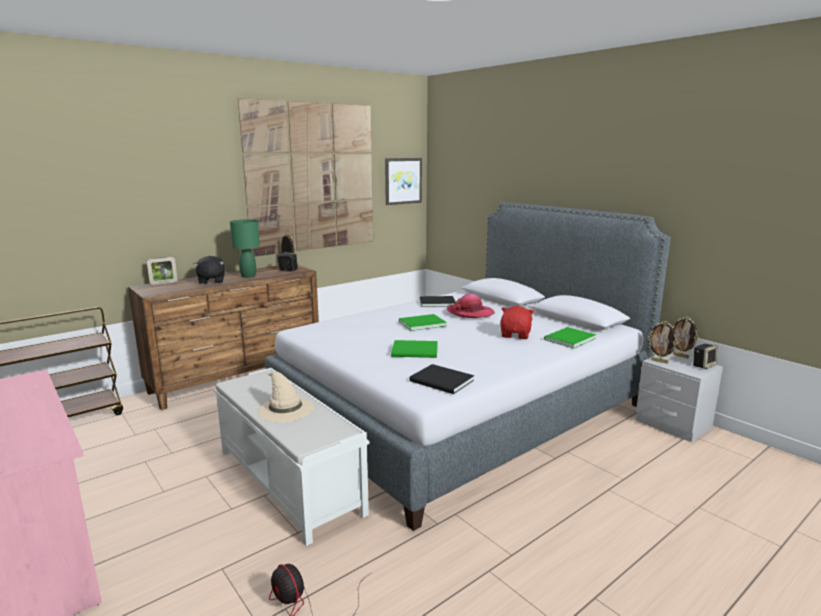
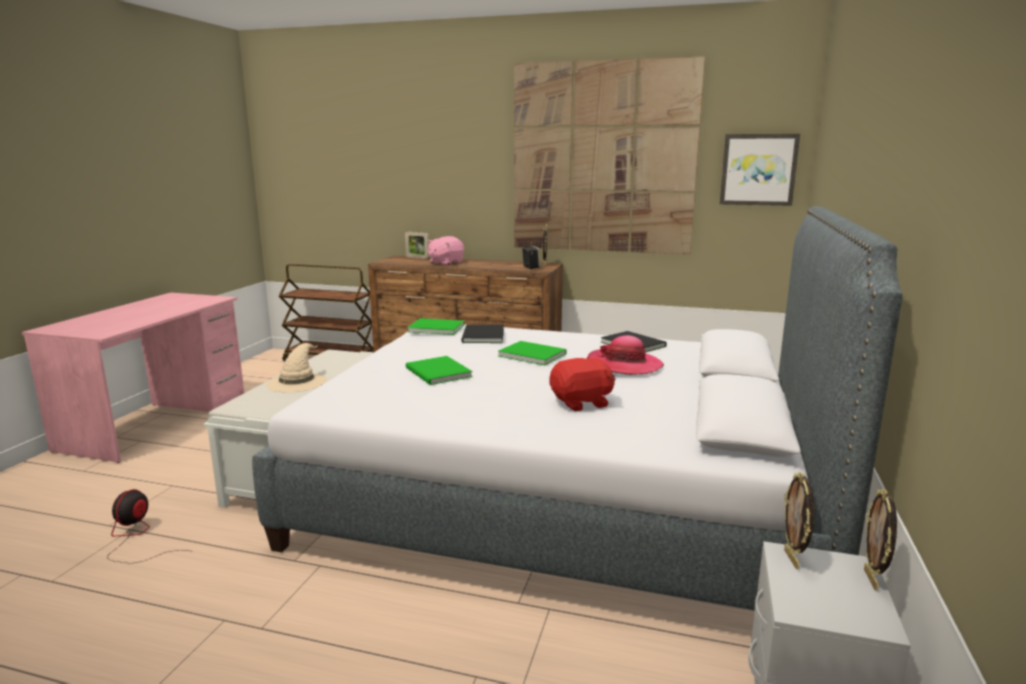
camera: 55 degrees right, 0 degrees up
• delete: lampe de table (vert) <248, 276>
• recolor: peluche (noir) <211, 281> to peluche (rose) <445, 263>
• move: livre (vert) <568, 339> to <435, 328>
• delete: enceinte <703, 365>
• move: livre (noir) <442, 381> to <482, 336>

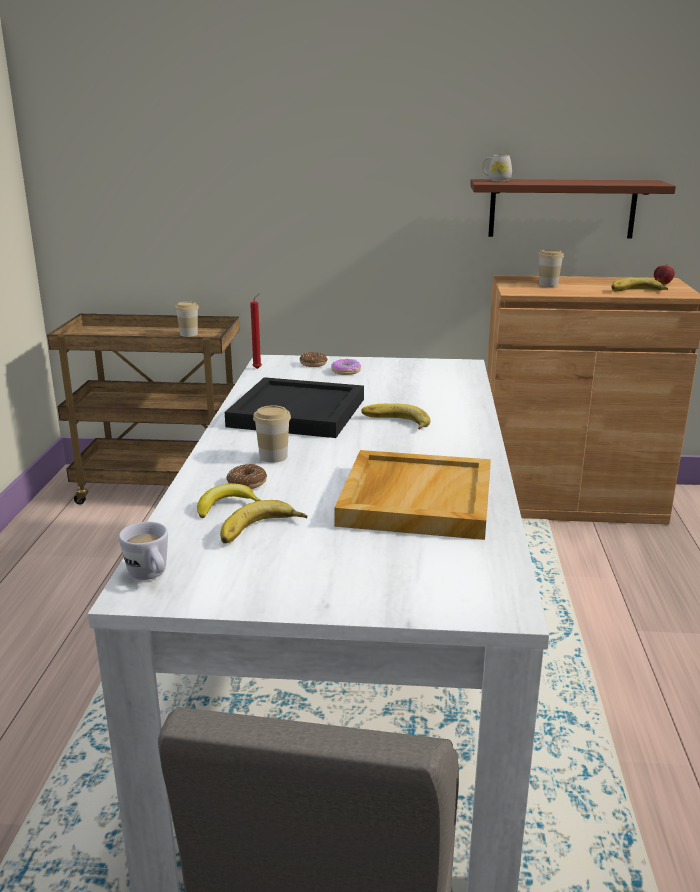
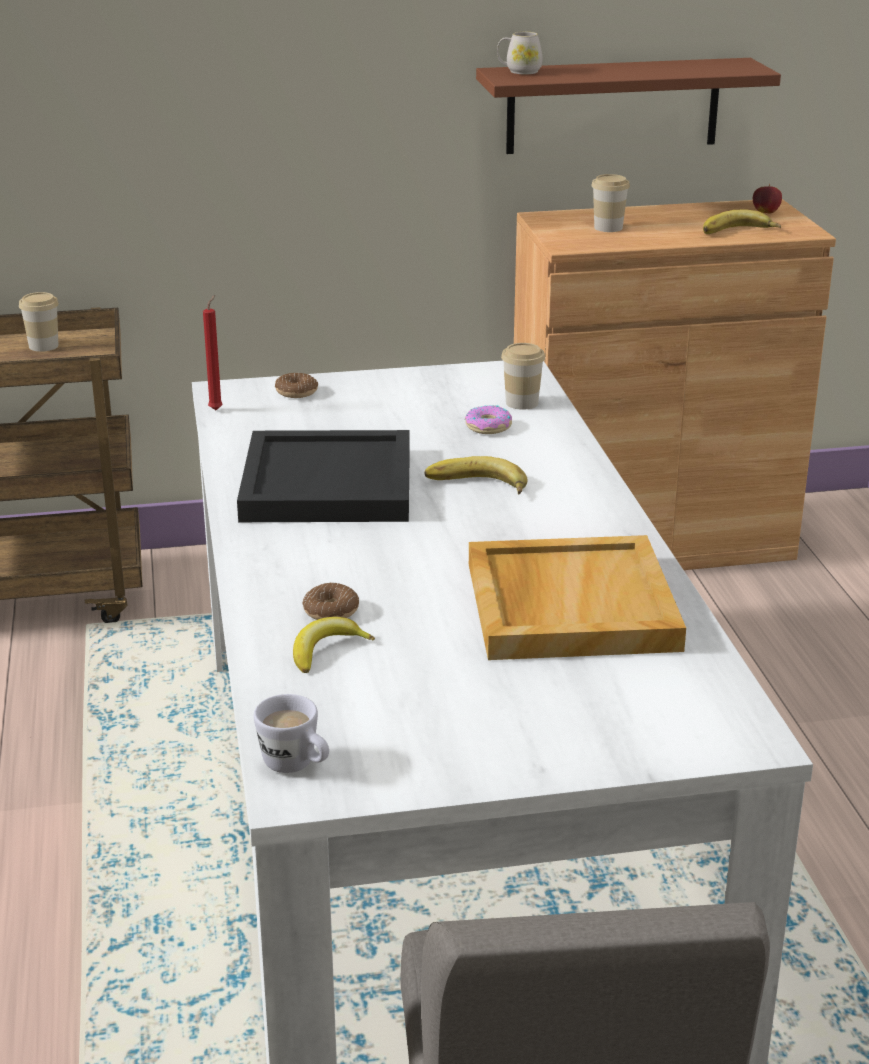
camera: 15 degrees left, 5 degrees up
• move: beignet <346, 371> to <488, 427>
• move: tasse <273, 457> to <522, 403>
• delete: banane <262, 531>

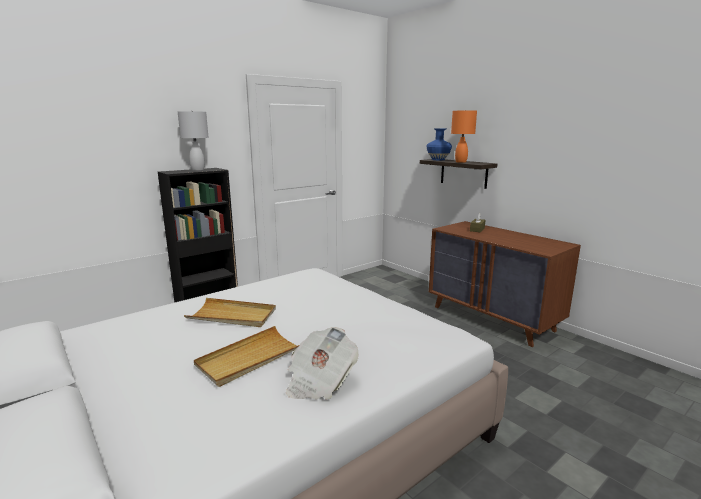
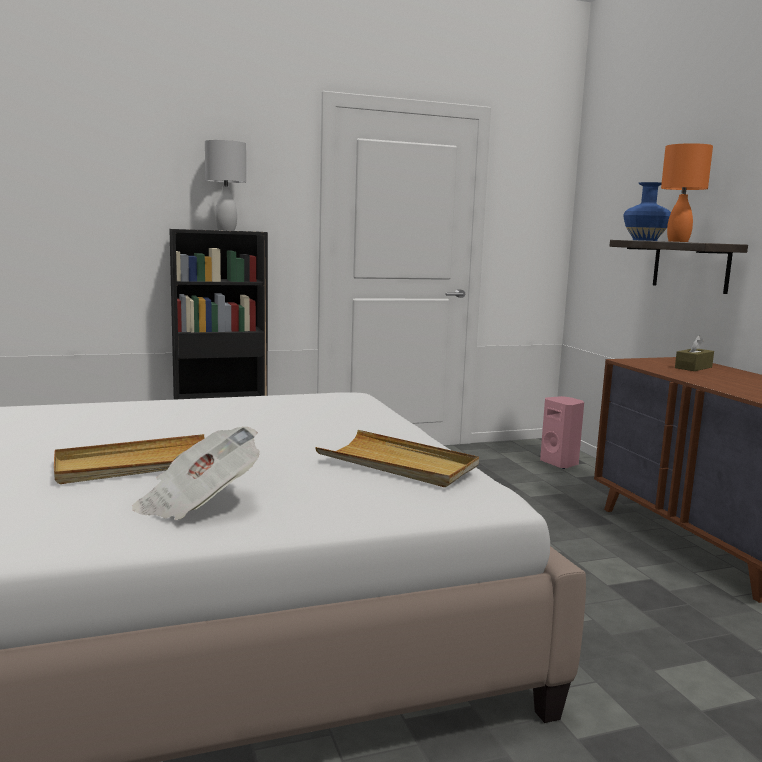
camera: 20 degrees right, 5 degrees down
• move: plateau (beige) <232, 316> to <398, 464>
• insert: enceinte (rose) <560, 463>

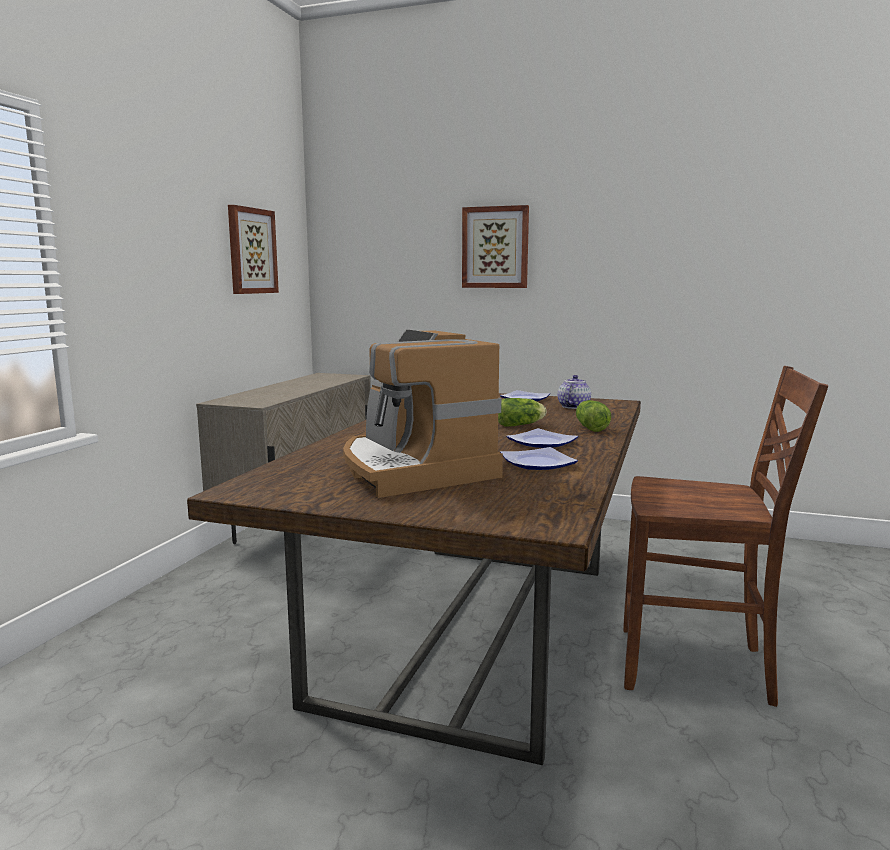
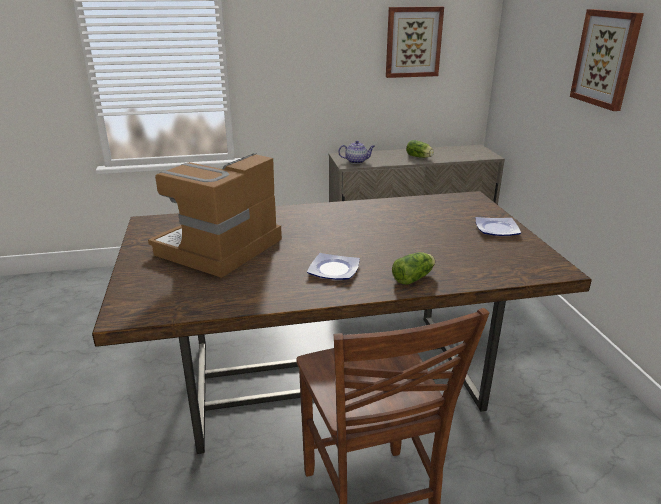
camera: 60 degrees right, 15 degrees up
• move: théière <573, 406> to <356, 161>
• move: laitue <521, 425> to <420, 157>
• delete: assiette <539, 463>

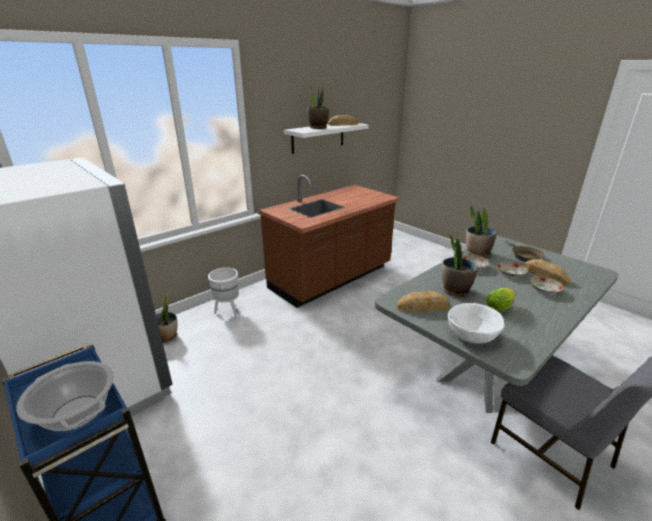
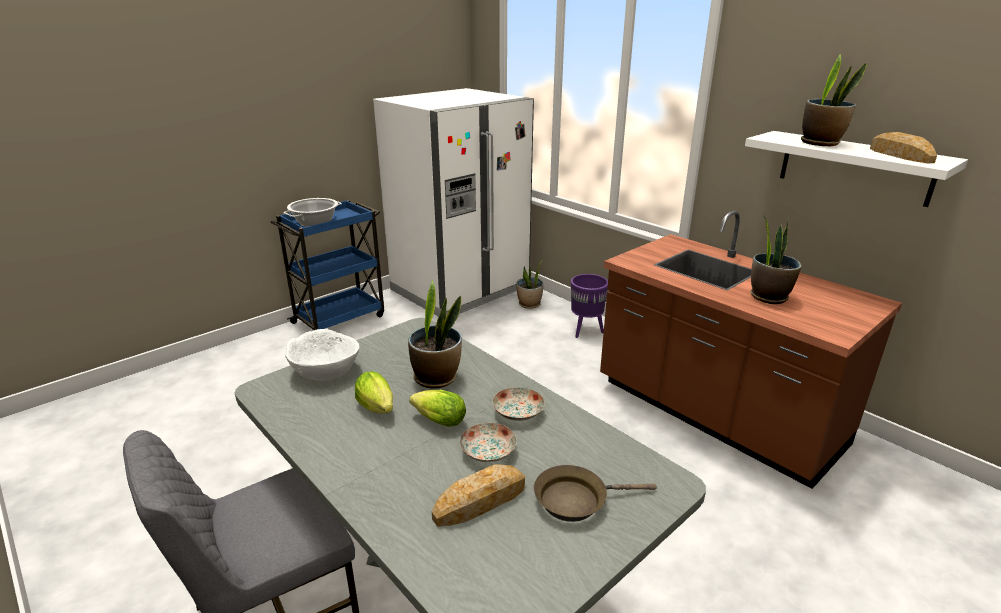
camera: 90 degrees right, 0 degrees up
• move: plante en pot <477, 253> to <768, 297>
• recolor: cache-pot (blanc) <227, 311> to cache-pot (violet) <586, 331>
• delete: assiette <544, 290>
• delete: pain <423, 306>
• insert: laitue <437, 420>

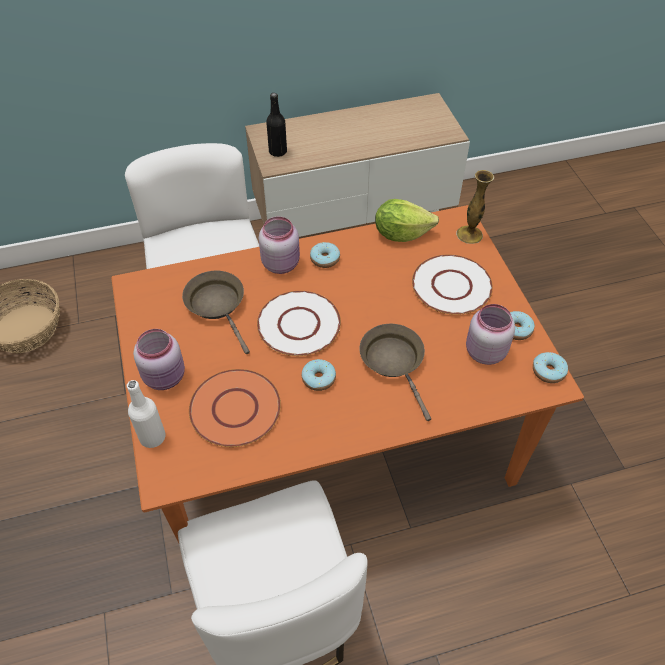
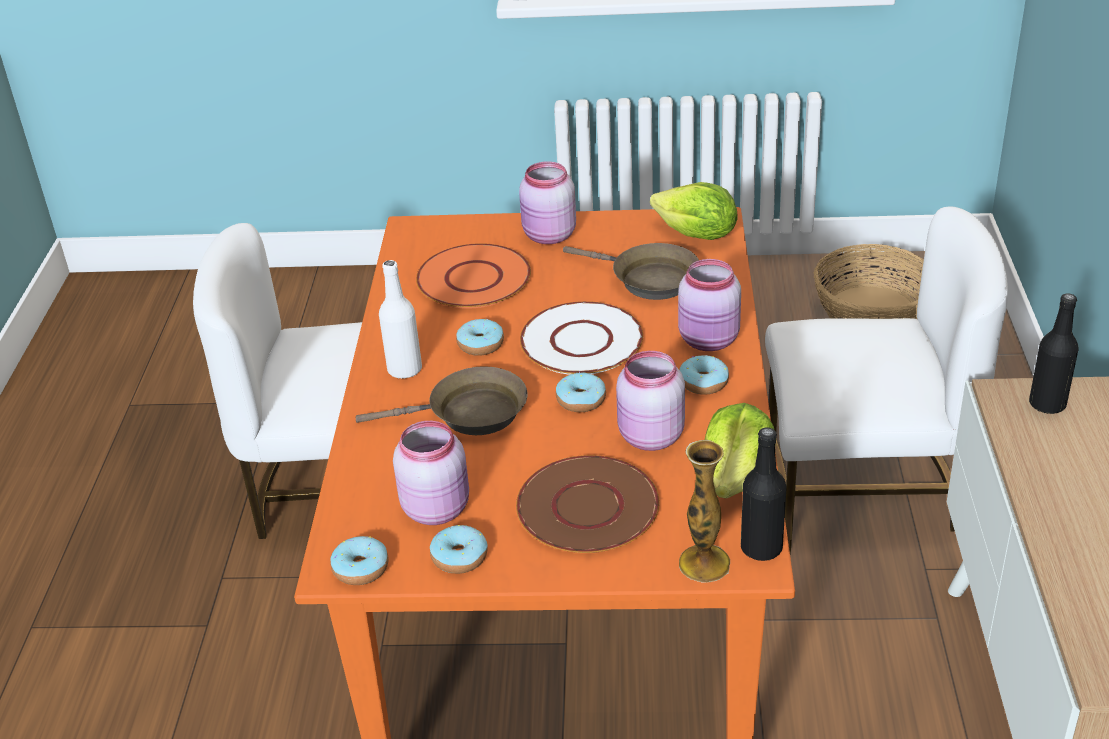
camera: 110 degrees right, 15 degrees down
• recolor: assiette (blanc) <452, 286> to assiette (marron) <588, 508>
• rotate: poêle (marron) <218, 305> = <648, 280> 45 degrees clockwise
• move: bouteille (blanc) <152, 437> to <404, 369>
• insert: laitue <697, 235>
• insert: bocal (rose) <649, 437>
• insert: beignet <581, 400>
• insert: bouteille (noir) <761, 548>

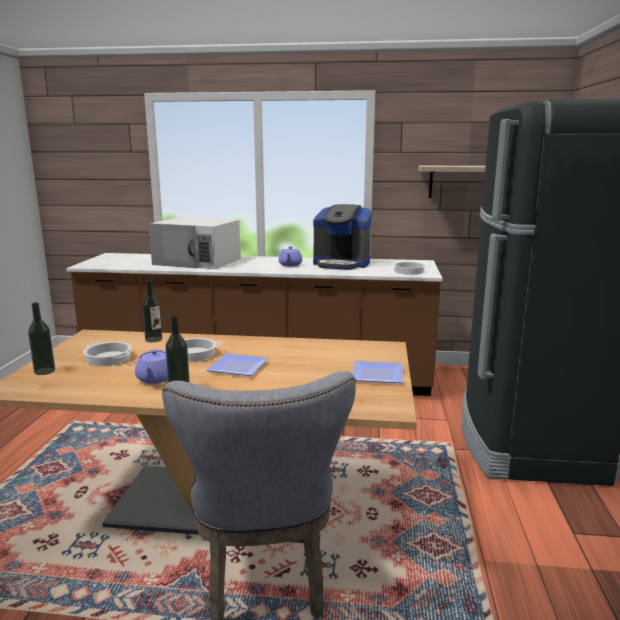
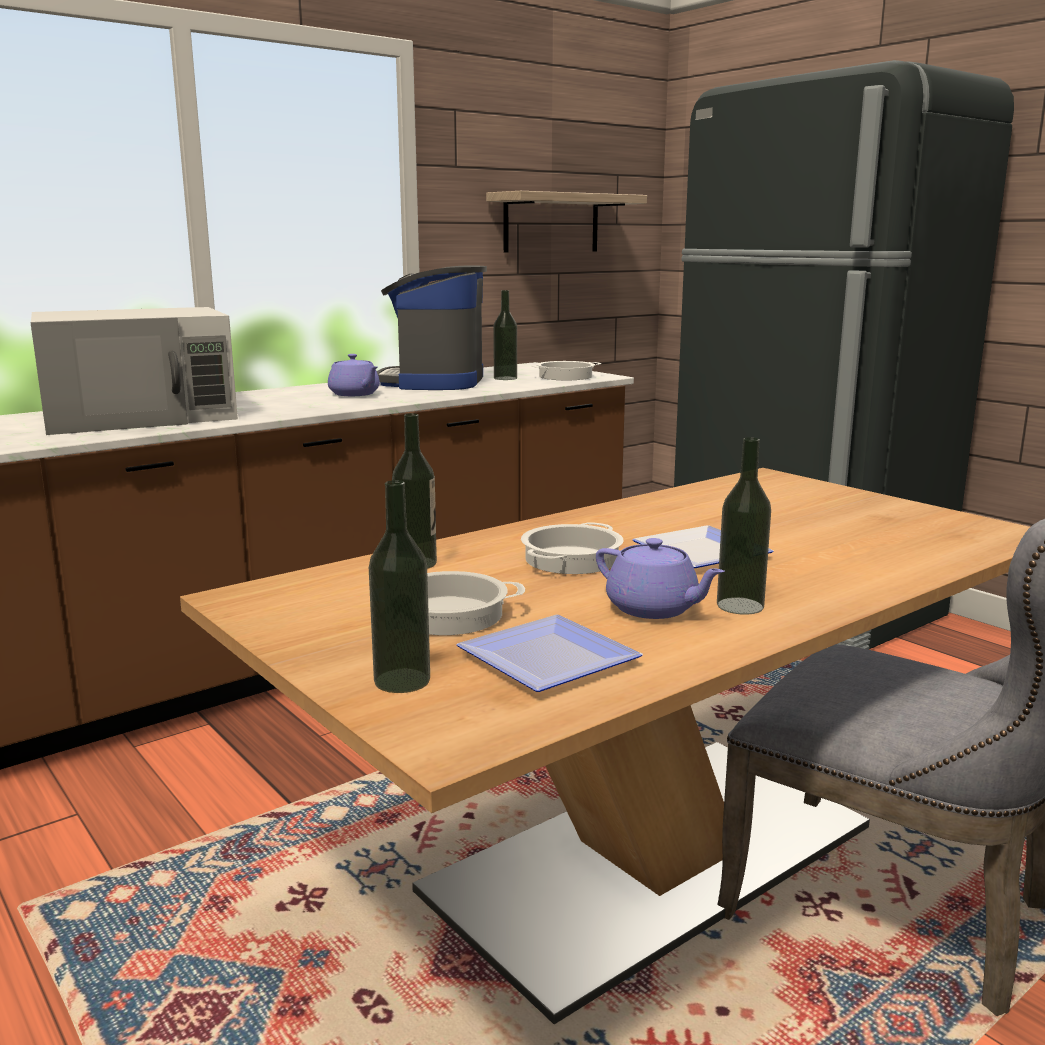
camera: 45 degrees left, 0 degrees up
• rotate: machine à café <341, 264> = <433, 382> 120 degrees clockwise
• move: assiette <379, 374> to <549, 656>
• insert: bouteille <505, 378>

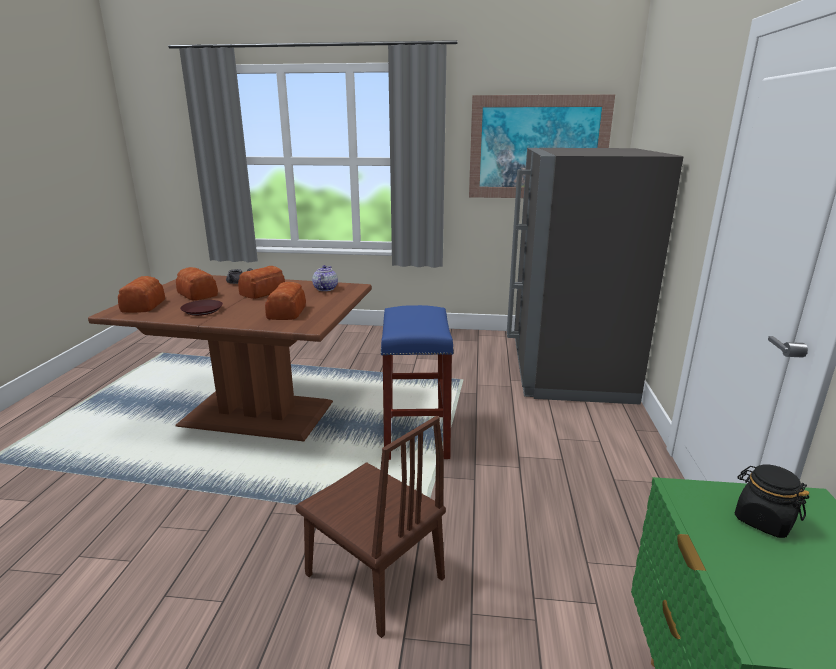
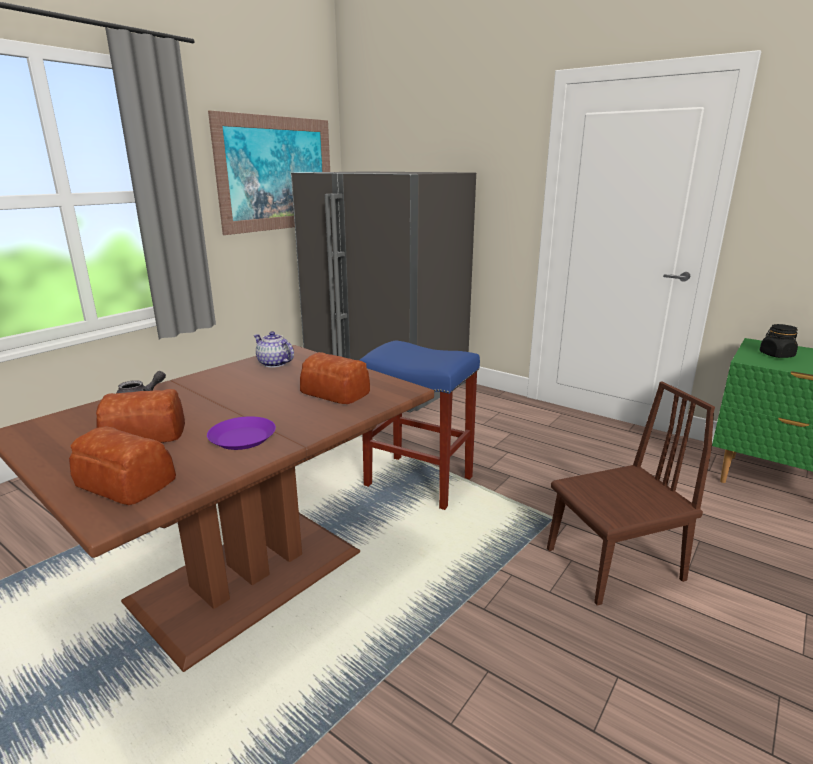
camera: 60 degrees left, 0 degrees up
• delete: pain <264, 292>
• recolor: assiette (marron) <202, 311> to assiette (violet) <242, 439>

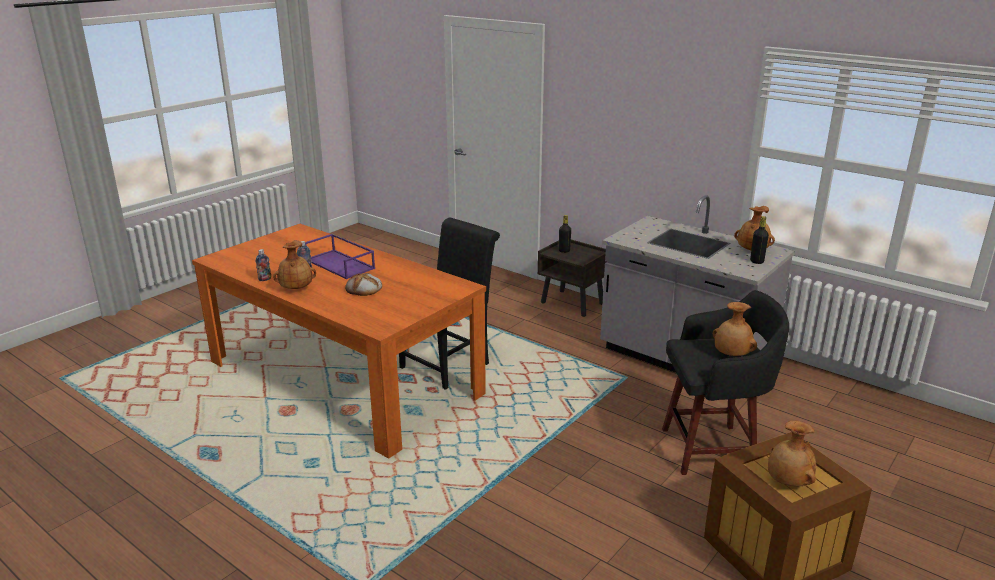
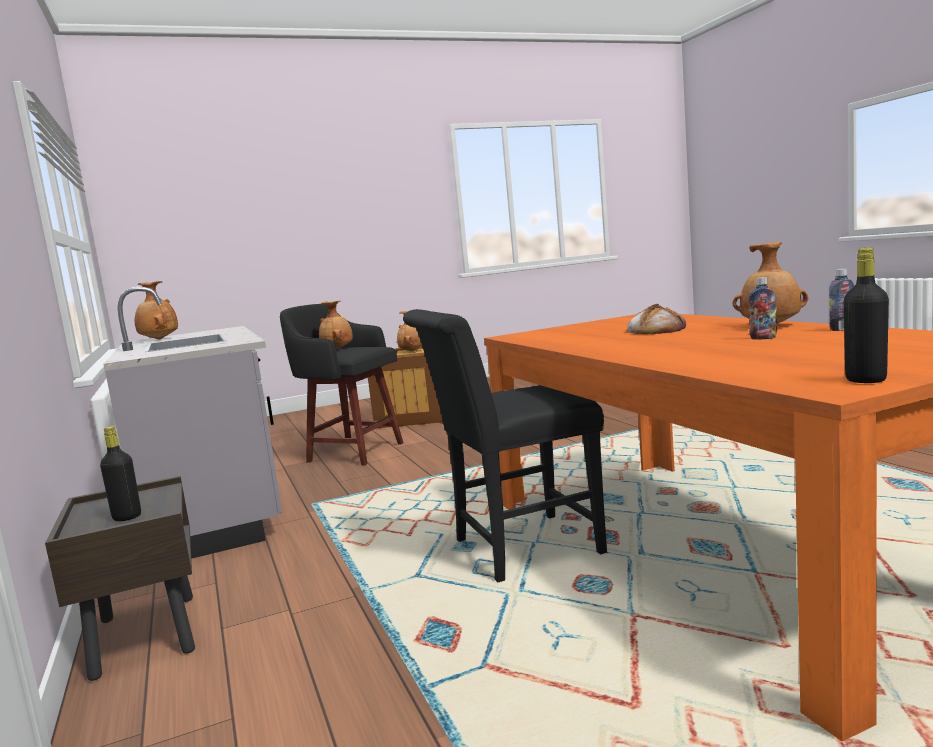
camera: 150 degrees left, 15 degrees down
• move: bouteille (noir) <756, 261> to <865, 380>
• delete: plateau (violet) <341, 264>

